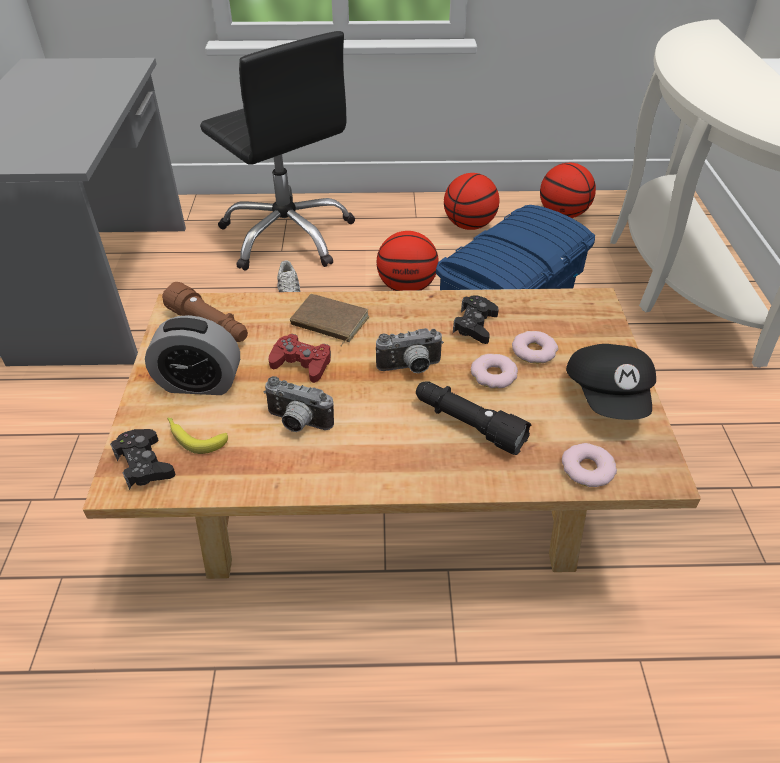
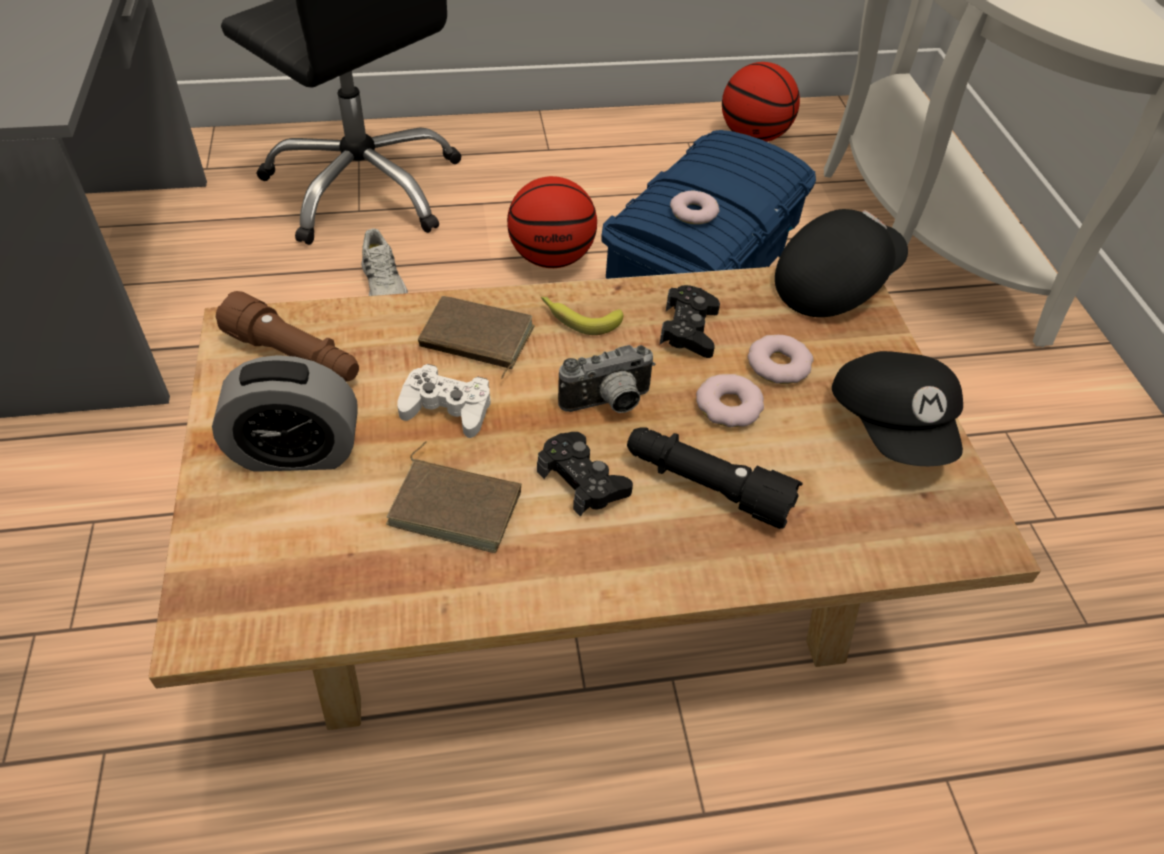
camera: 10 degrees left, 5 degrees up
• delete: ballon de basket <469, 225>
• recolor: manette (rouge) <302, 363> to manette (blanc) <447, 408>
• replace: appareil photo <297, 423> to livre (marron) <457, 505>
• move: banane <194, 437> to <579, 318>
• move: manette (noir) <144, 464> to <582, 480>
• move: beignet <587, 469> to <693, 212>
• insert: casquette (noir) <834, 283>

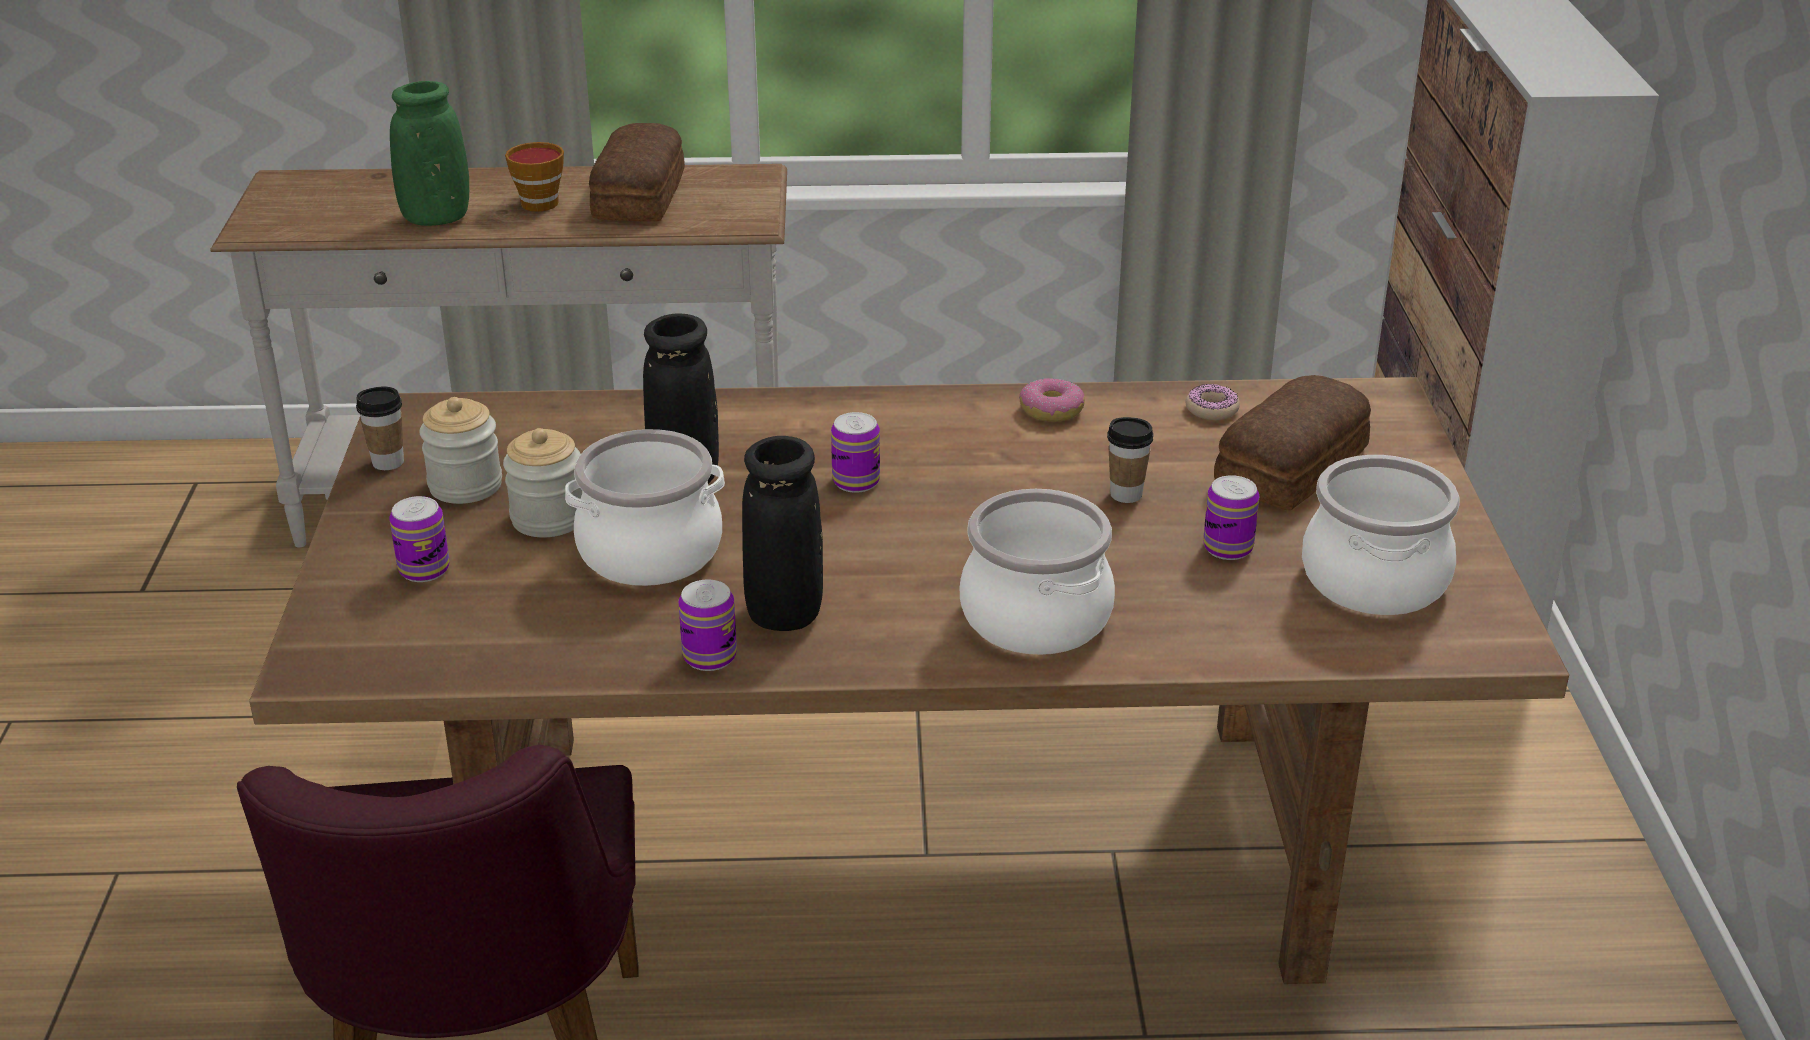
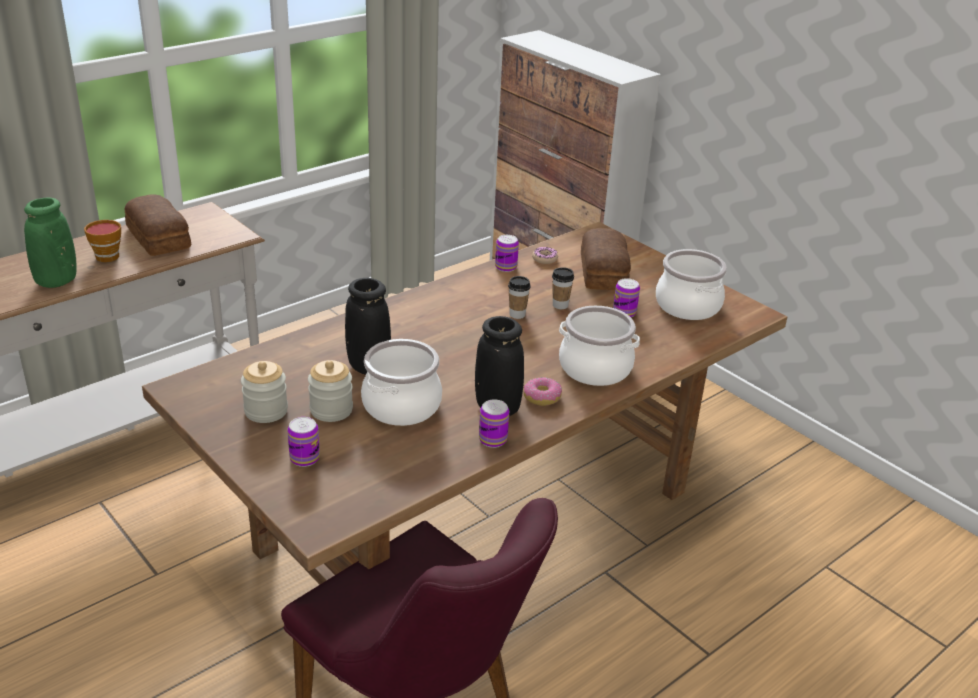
camera: 40 degrees left, 0 degrees up
• move: beignet <1052, 410> to <542, 397>
• move: tasse <388, 462> to <517, 314>
• move: boîte métallique <856, 481> to <506, 267>

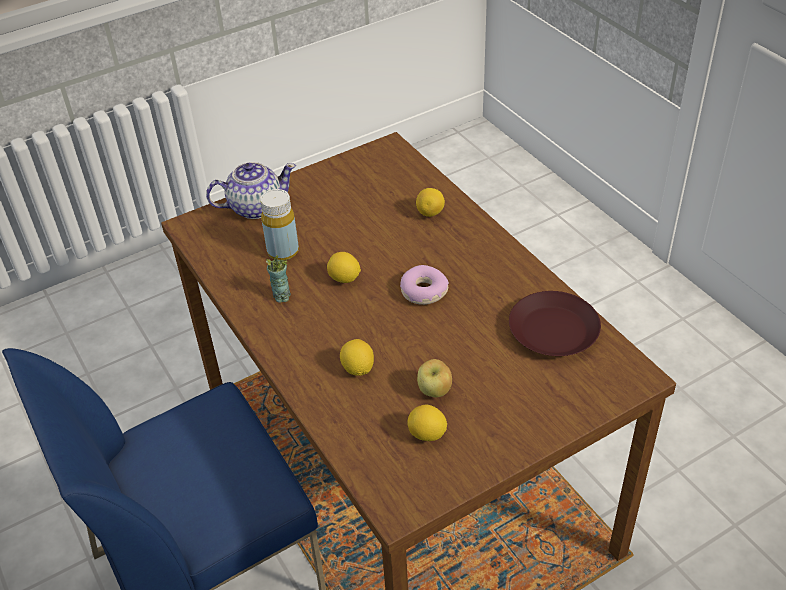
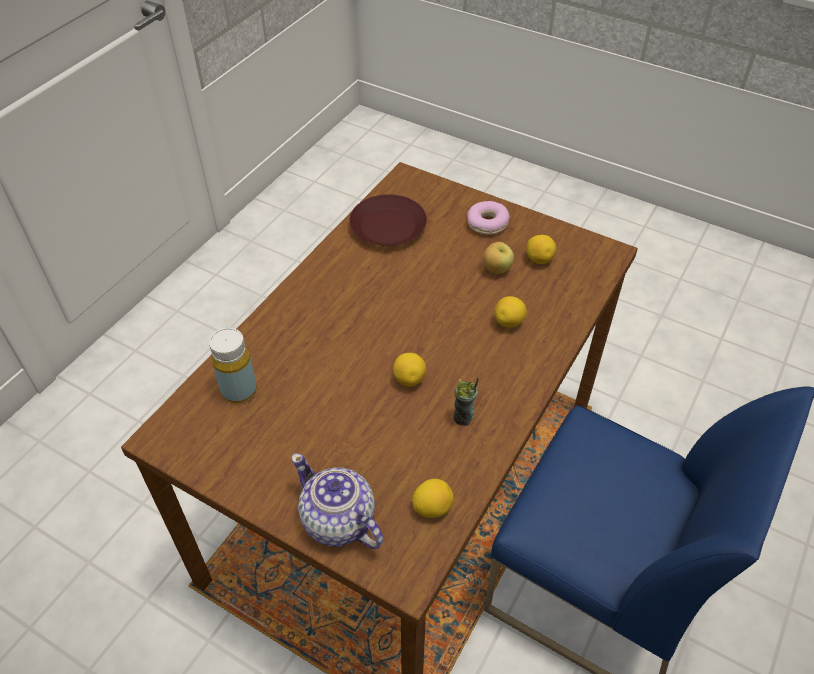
camera: 120 degrees left, 5 degrees up
• move: citron <430, 213> to <432, 507>
• move: bouteille (jaune) <283, 251> to <239, 390>
• move: beignet <423, 291> to <487, 224>

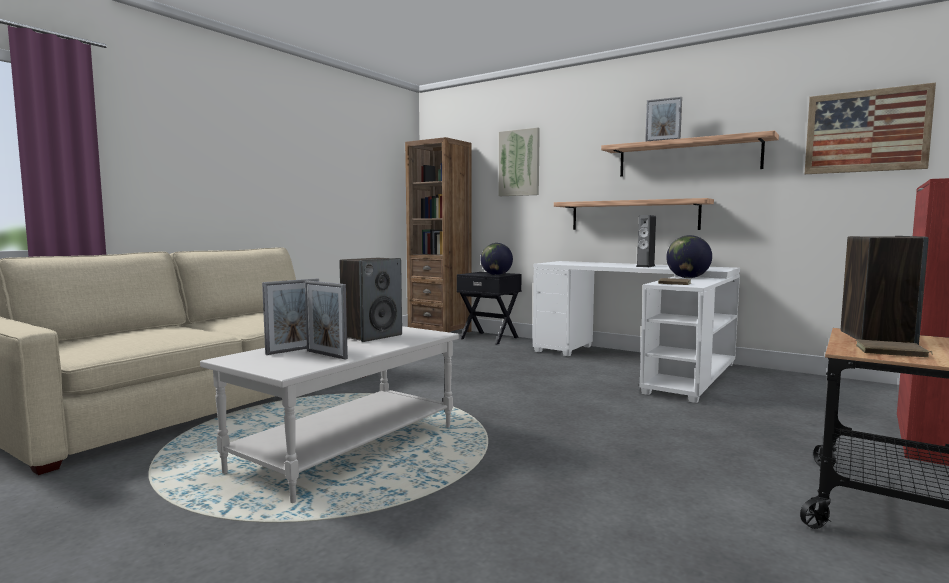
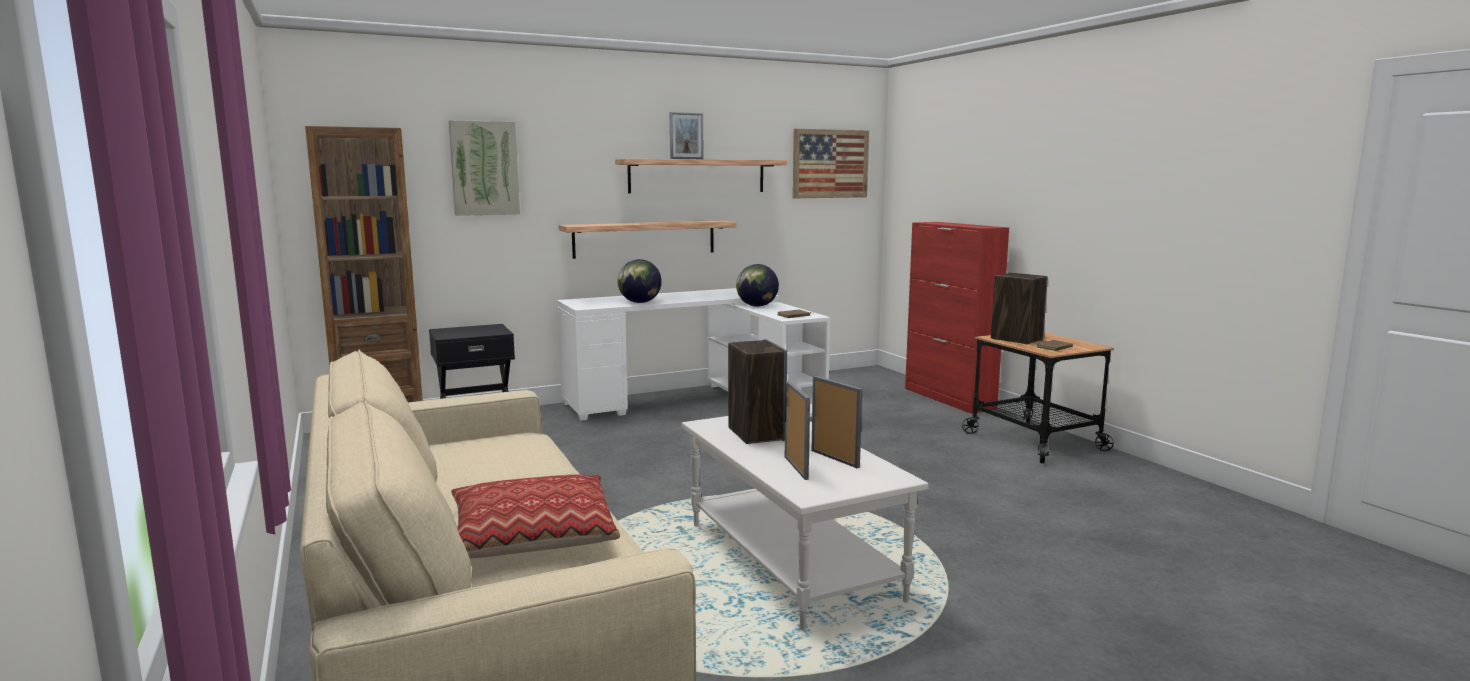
camera: 60 degrees left, 5 degrees up
• delete: enceinte <645, 266>
• move: globe <496, 275> to <639, 302>
• rotate: cadre photo <326, 355> = <835, 459> 105 degrees counterclockwise
• insert: coussin <531, 535>

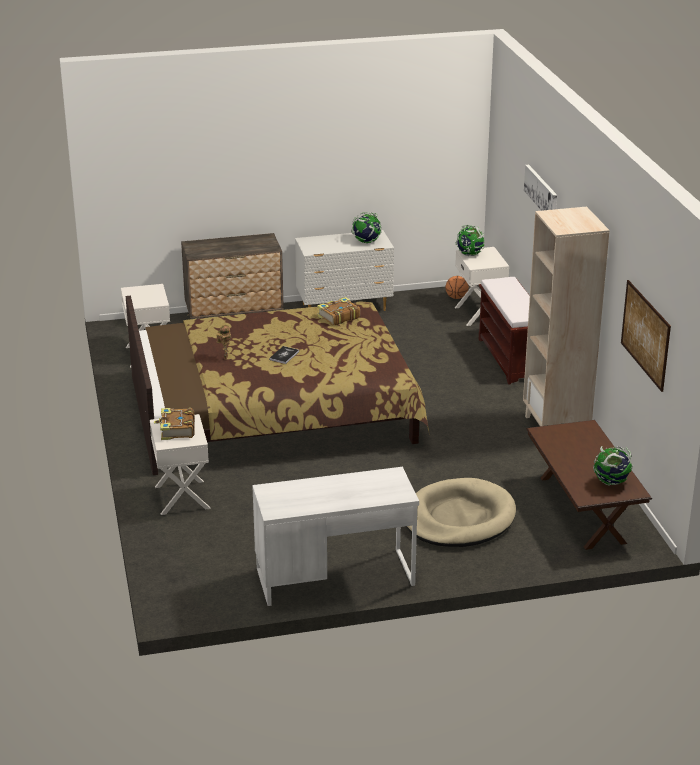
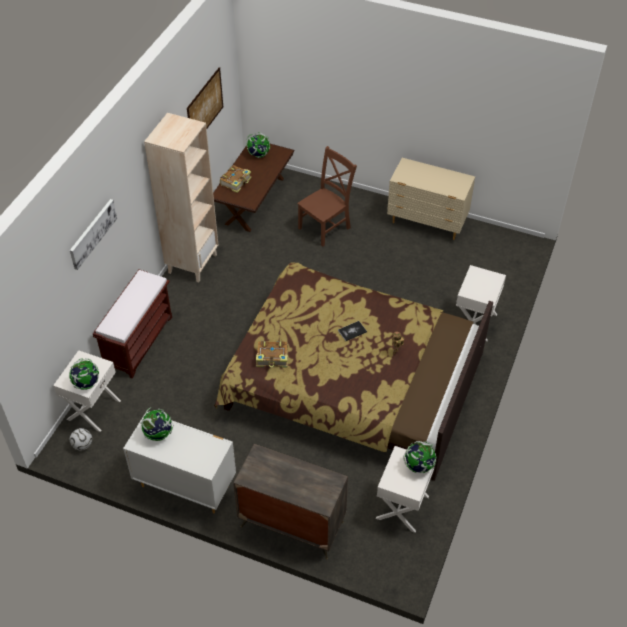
camera: 145 degrees left, 20 degrees up
• replace: ballon de basket <456, 297> to ballon de foot <82, 445>
• move: livre <176, 430> to <236, 182>
• replace: bureau (blanc) <334, 576> to commode (beige) <427, 223>
• replace: panier pour chien (beige) <458, 518> to chaise (marron) <326, 227>
• insert: globe <418, 466>

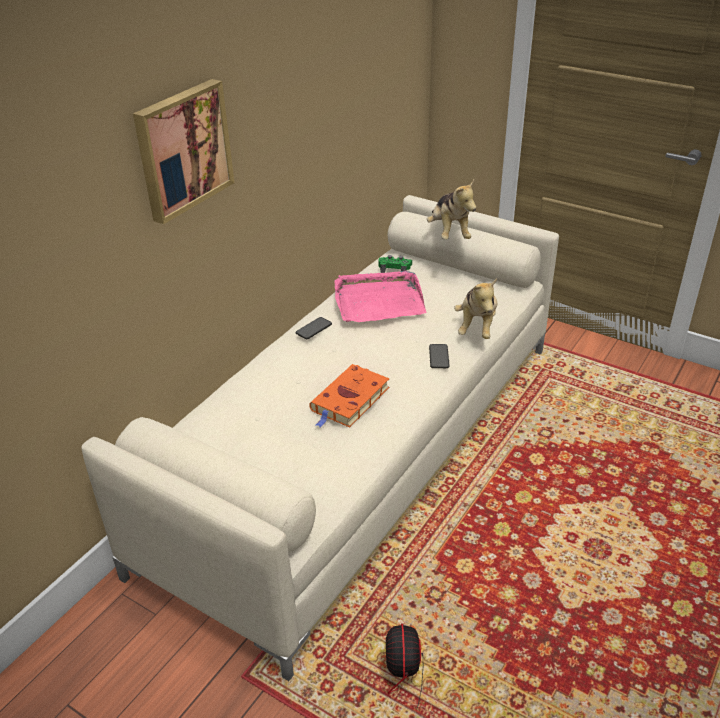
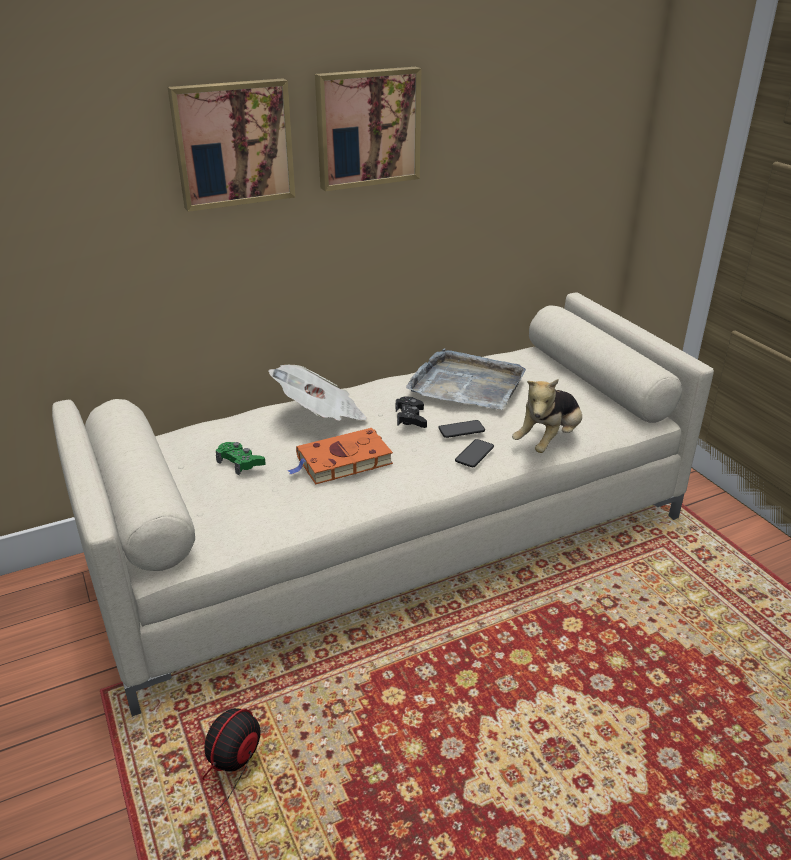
camera: 30 degrees right, 5 degrees down
• delete: peluche <449, 233>
• move: manette (vert) <395, 268> to <240, 462>
• recolor: plateau (rose) <378, 300> to plateau (gris) <466, 384>
• move: téléphone <314, 329> to <461, 430>
• insert: tableau <367, 128>
• insert: journal <321, 415>
• insert: manette (noir) <410, 418>

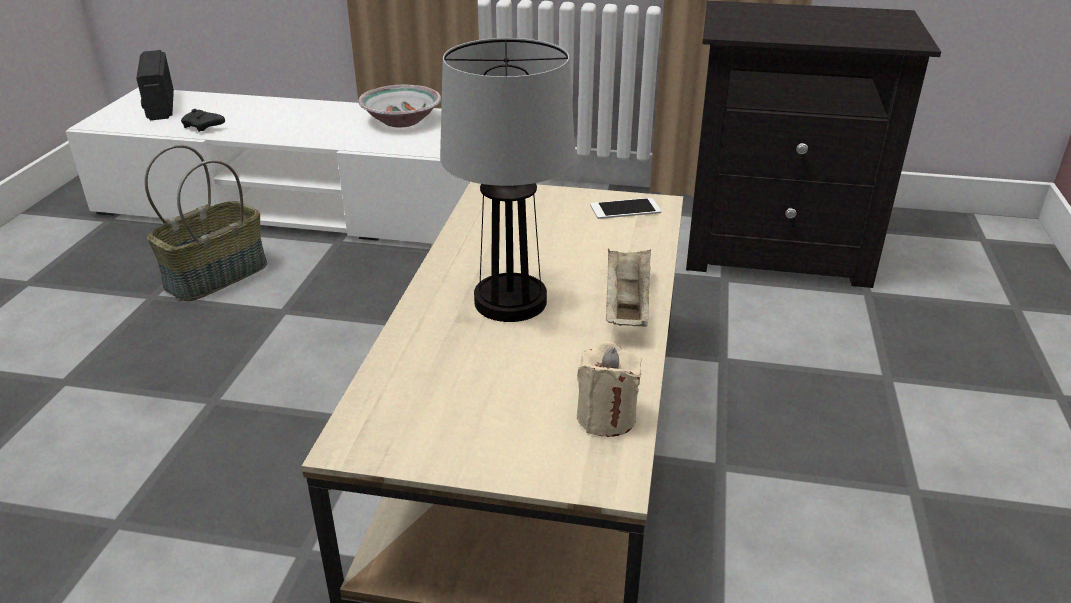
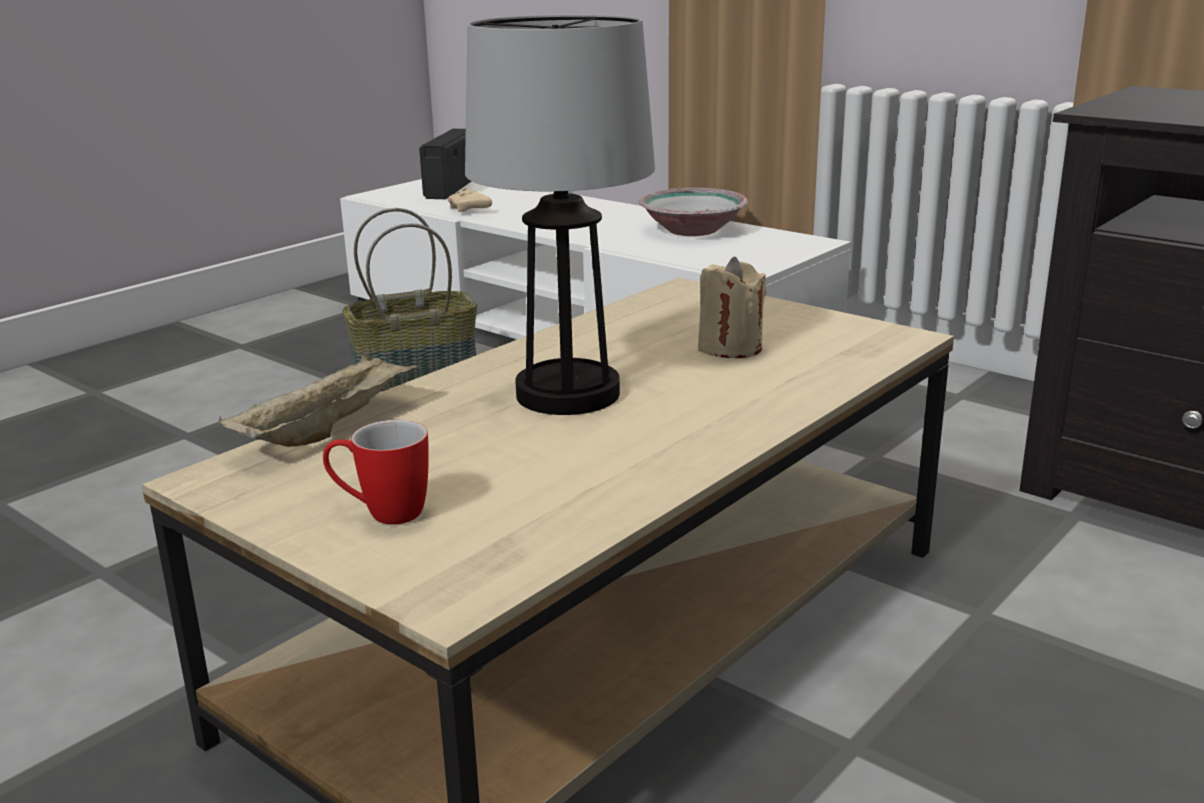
camera: 30 degrees right, 10 degrees down
• recolor: manette (noir) <203, 127> to manette (beige) <470, 210>
• delete: téléphone <625, 209>
• move: plateau (beige) <626, 305> to <328, 428>
• move: bougie (beige) <606, 418> to <730, 348>
• insert: mug <382, 513>

